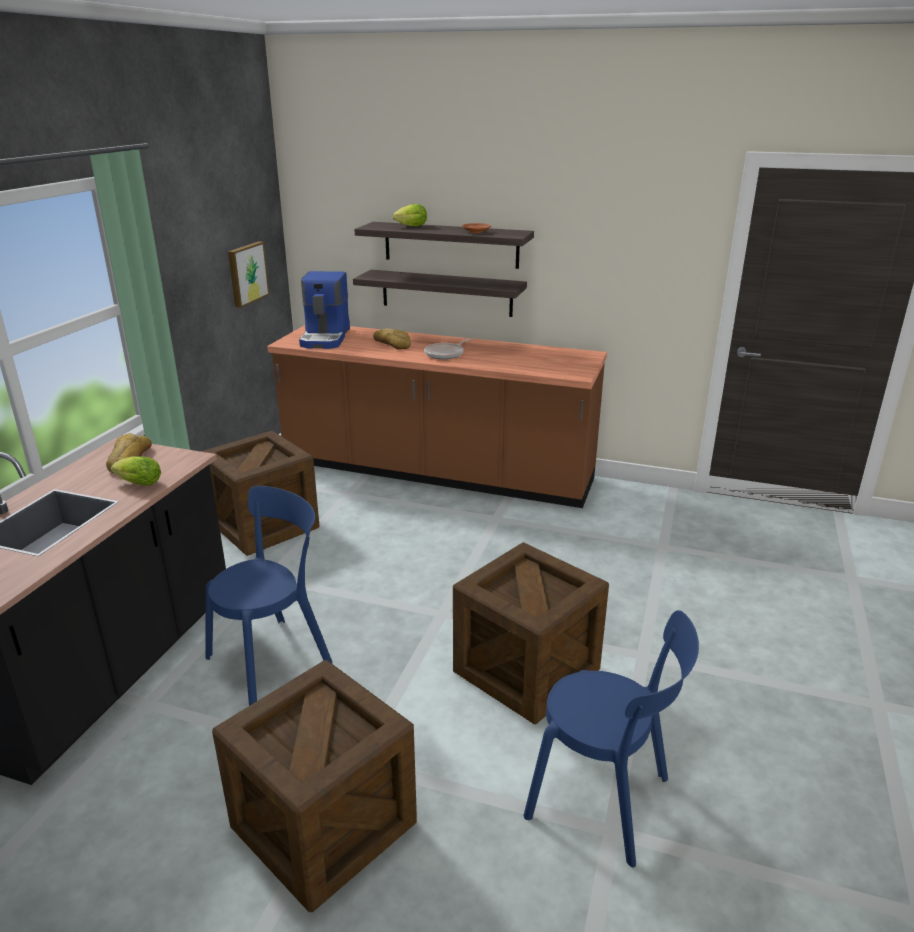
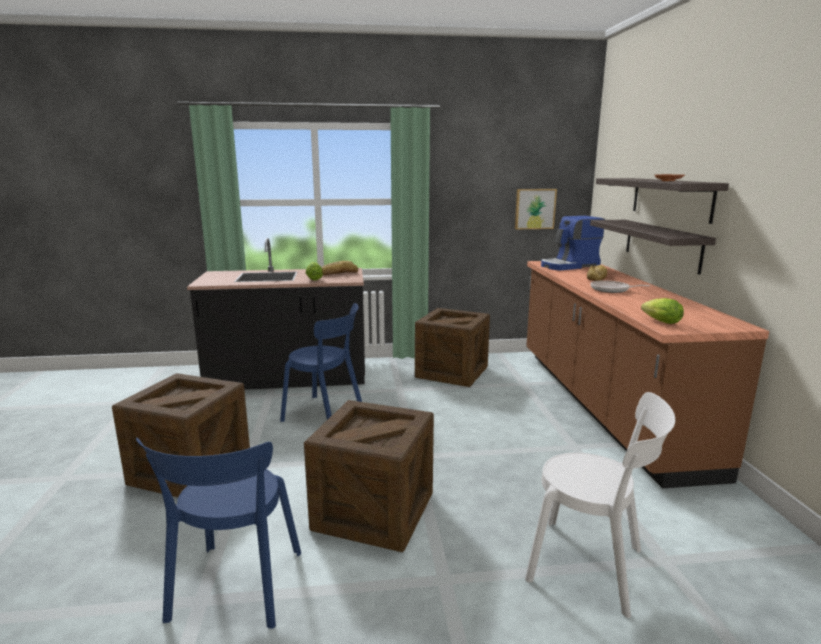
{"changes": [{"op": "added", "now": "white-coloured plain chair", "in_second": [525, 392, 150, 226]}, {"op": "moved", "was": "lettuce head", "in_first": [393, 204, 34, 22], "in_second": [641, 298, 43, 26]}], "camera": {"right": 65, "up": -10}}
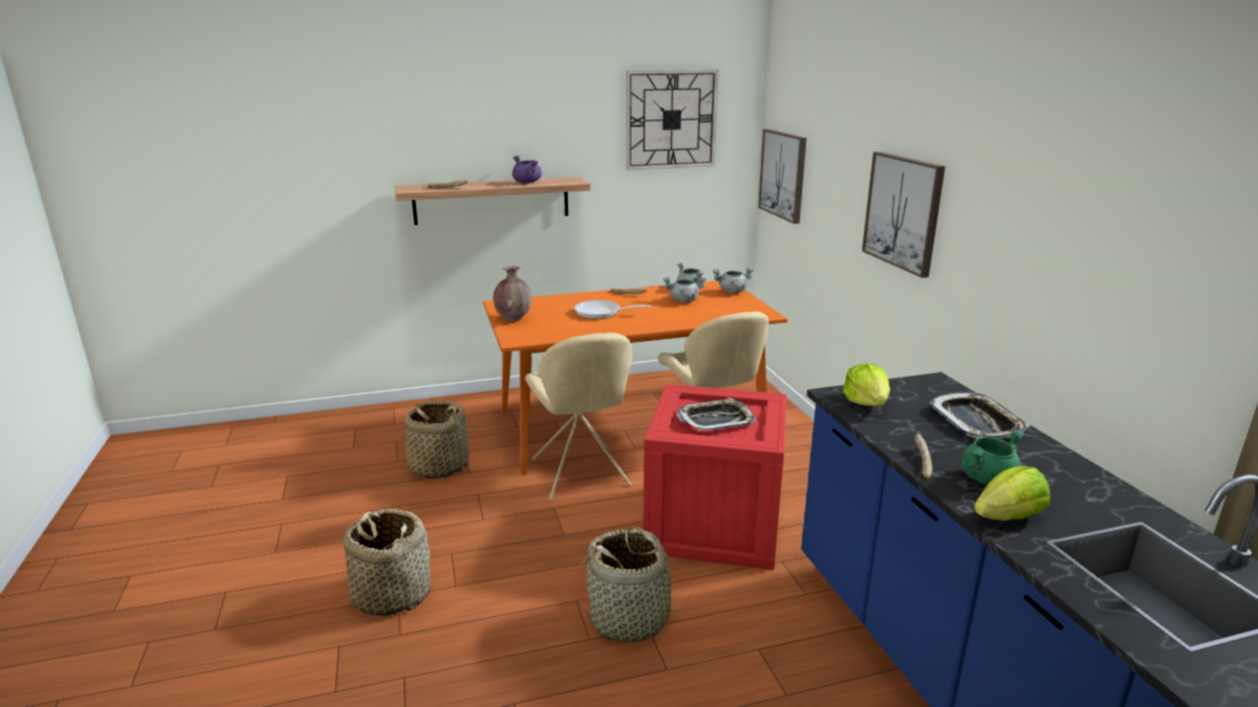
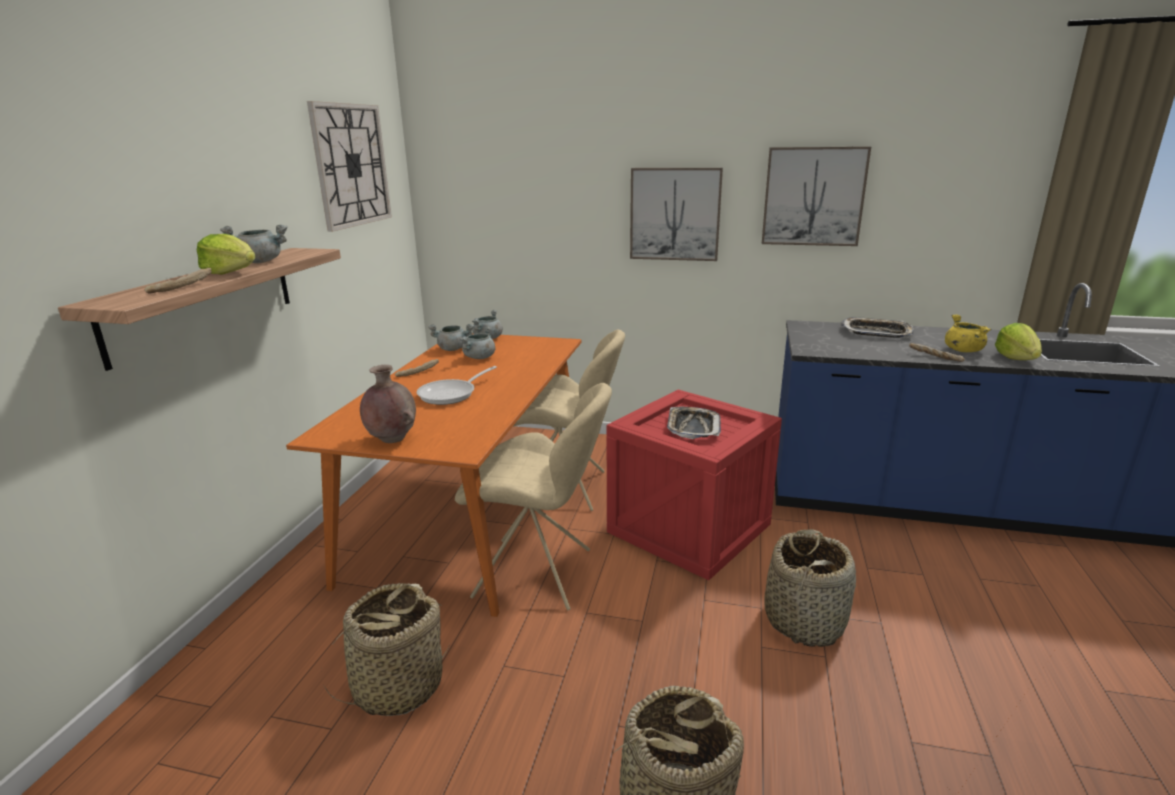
{"changes": [{"op": "moved", "was": "lettuce head", "in_first": [843, 363, 47, 43], "in_second": [197, 234, 59, 41]}, {"op": "recoloured", "was": "purple-coloured cooking pot", "now": "greyish cooking pot", "in_first": [512, 156, 30, 27], "in_second": [220, 225, 68, 38]}, {"op": "moved", "was": "wall art", "in_first": [758, 129, 48, 95], "in_second": [762, 146, 109, 100]}, {"op": "recoloured", "was": "green cooking pot", "now": "yellowish cooking pot", "in_first": [960, 429, 64, 56], "in_second": [945, 314, 46, 38]}], "camera": {"right": -60, "up": 0}}
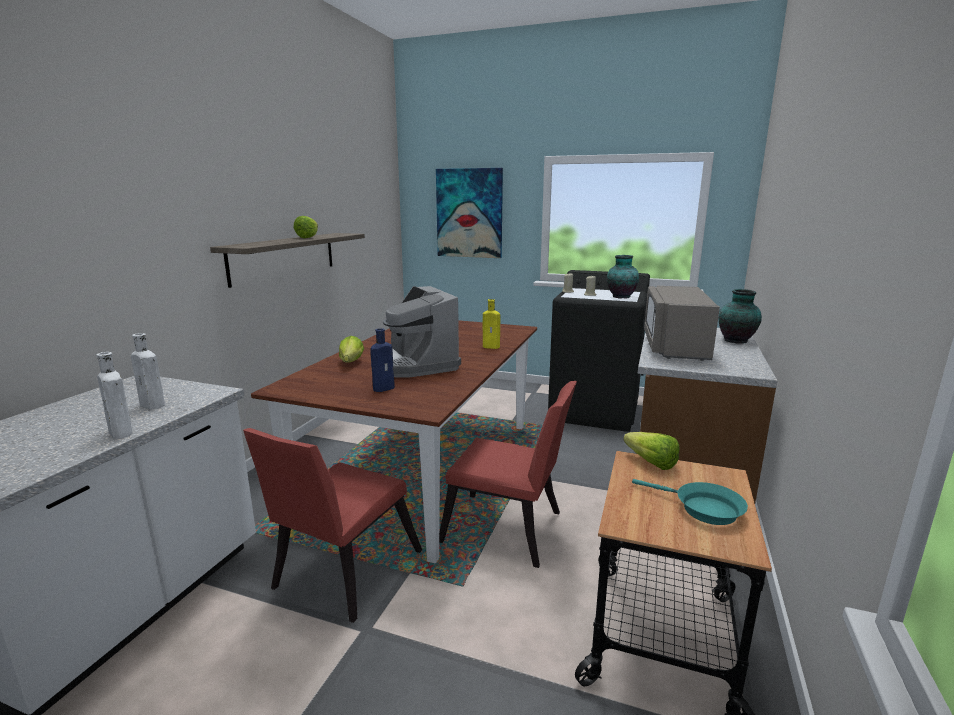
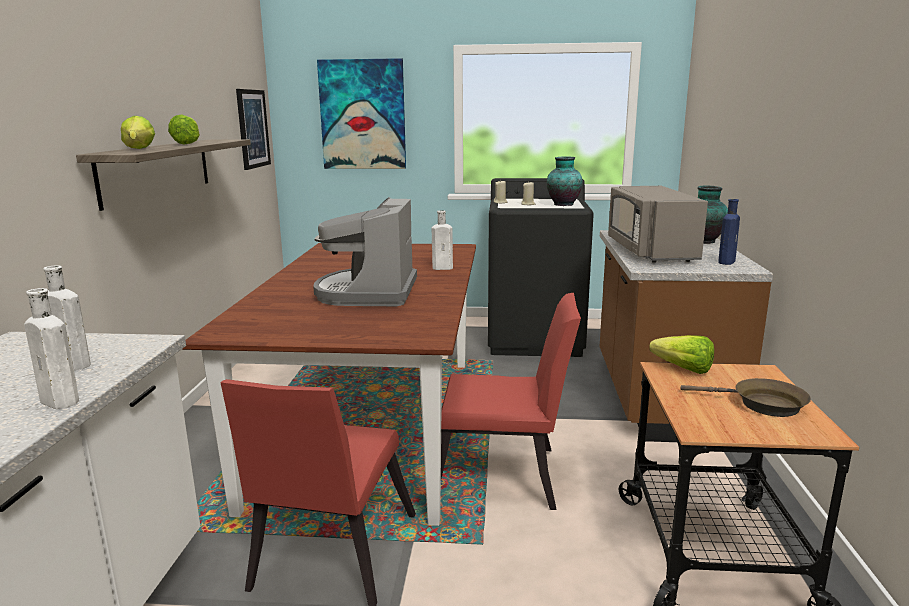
{"changes": [{"op": "moved", "was": "lettuce head", "in_first": [339, 336, 25, 26], "in_second": [121, 116, 34, 33]}, {"op": "added", "now": "wall art", "in_second": [236, 89, 35, 81]}, {"op": "turned", "was": "coffee brewer", "in_first": [383, 286, 78, 91], "in_second": [313, 197, 104, 109], "clockwise": 45}, {"op": "recoloured", "was": "yellowish beverage bottle", "now": "white-coloured beverage bottle", "in_first": [483, 299, 17, 50], "in_second": [432, 210, 21, 60]}, {"op": "recoloured", "was": "turquoise pan", "now": "brownish pan", "in_first": [632, 479, 116, 46], "in_second": [681, 378, 130, 39]}, {"op": "moved", "was": "bluish beverage bottle", "in_first": [370, 328, 25, 64], "in_second": [718, 199, 22, 66]}], "camera": {"right": -15, "up": 0}}
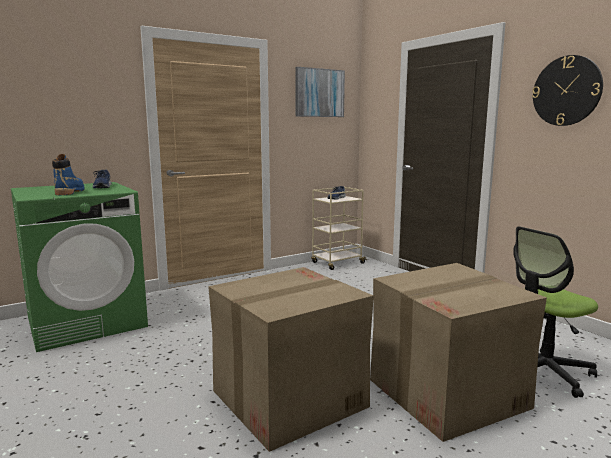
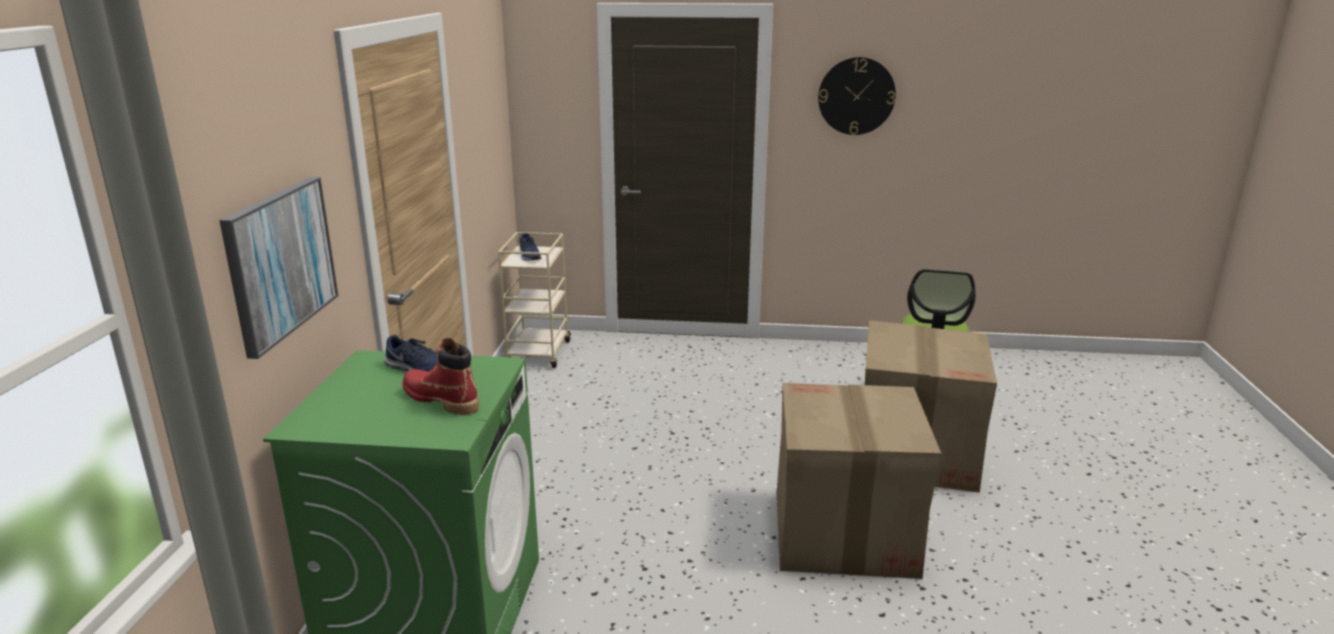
{"changes": [{"op": "moved", "was": "wall art", "in_first": [295, 67, 50, 50], "in_second": [219, 177, 119, 182]}, {"op": "recoloured", "was": "bluish high-top boot", "now": "red-coloured high-top boot", "in_first": [52, 154, 33, 41], "in_second": [402, 338, 77, 77]}], "camera": {"right": -50, "up": 10}}
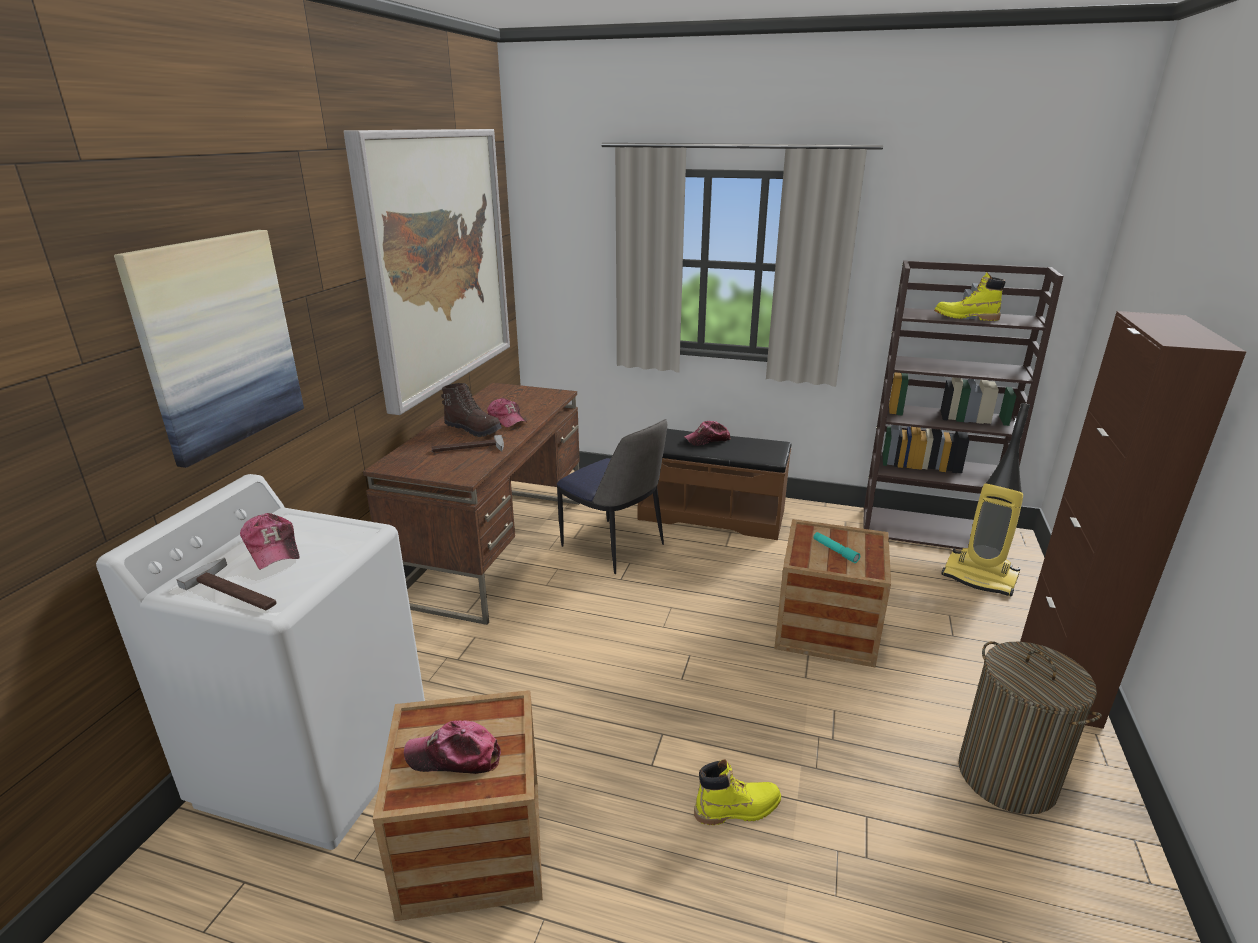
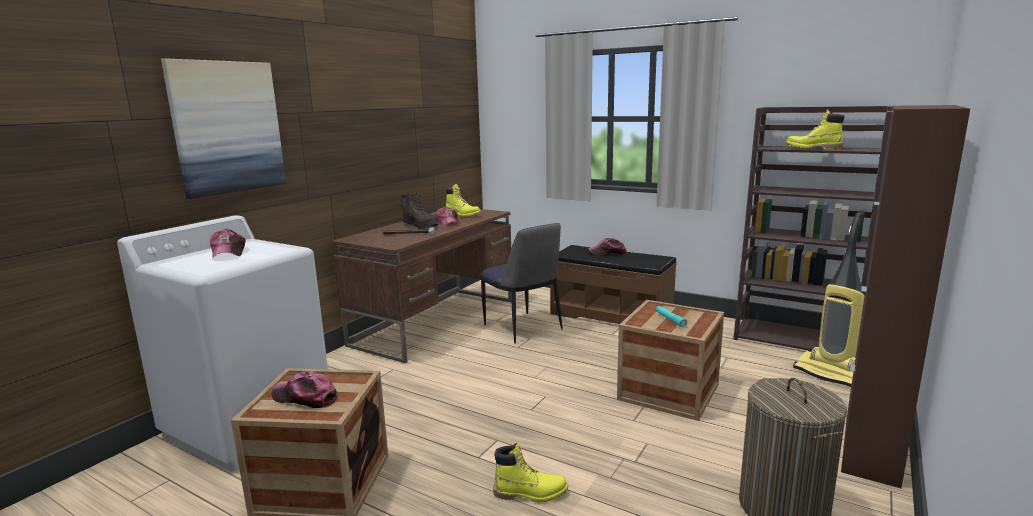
{"changes": [{"op": "added", "now": "yellowish high-top boot", "in_second": [446, 184, 35, 33]}, {"op": "removed", "was": "tool hammer", "in_first": [176, 558, 101, 52]}, {"op": "removed", "was": "wall art", "in_first": [343, 129, 167, 286]}], "camera": {"right": 15, "up": -10}}
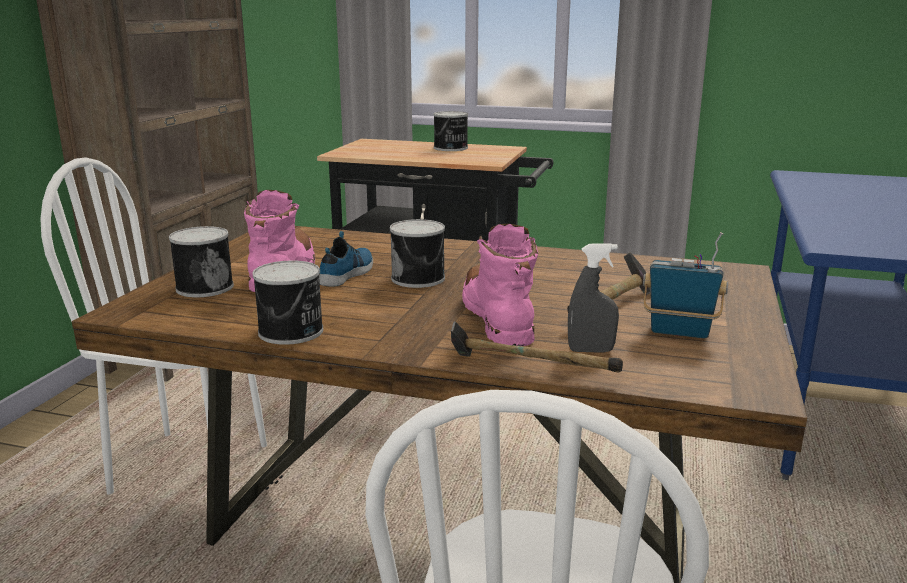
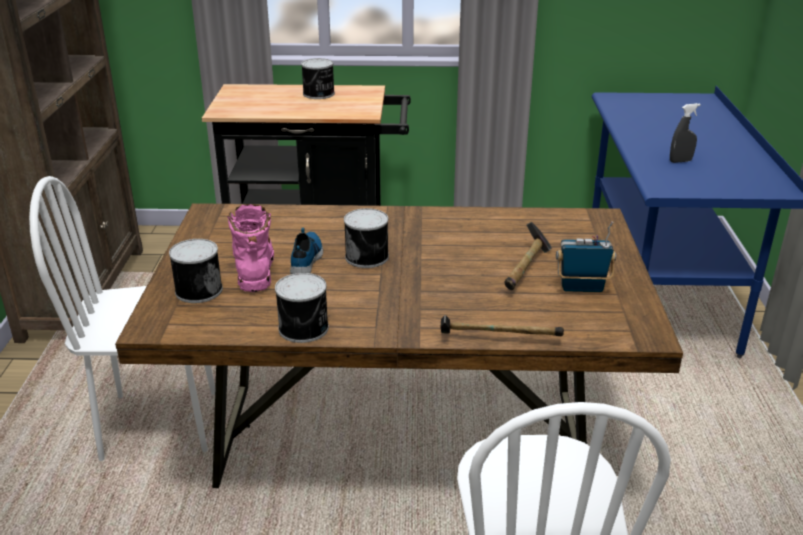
{"changes": [{"op": "moved", "was": "greyish sprayer", "in_first": [568, 243, 51, 110], "in_second": [670, 103, 31, 60]}, {"op": "removed", "was": "pink-coloured high-top boot", "in_first": [462, 224, 76, 122]}], "camera": {"right": -15, "up": 10}}
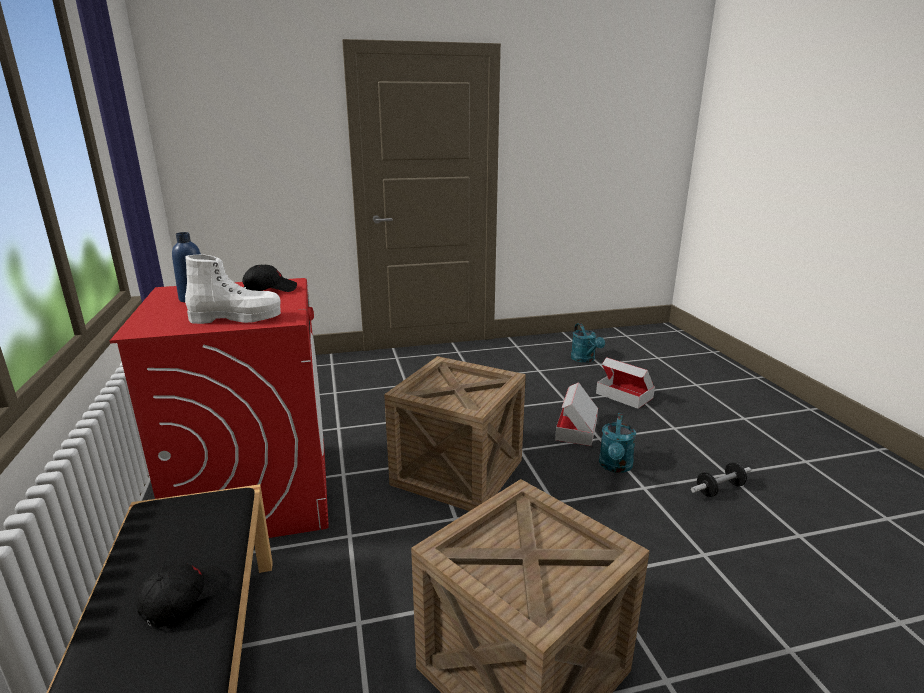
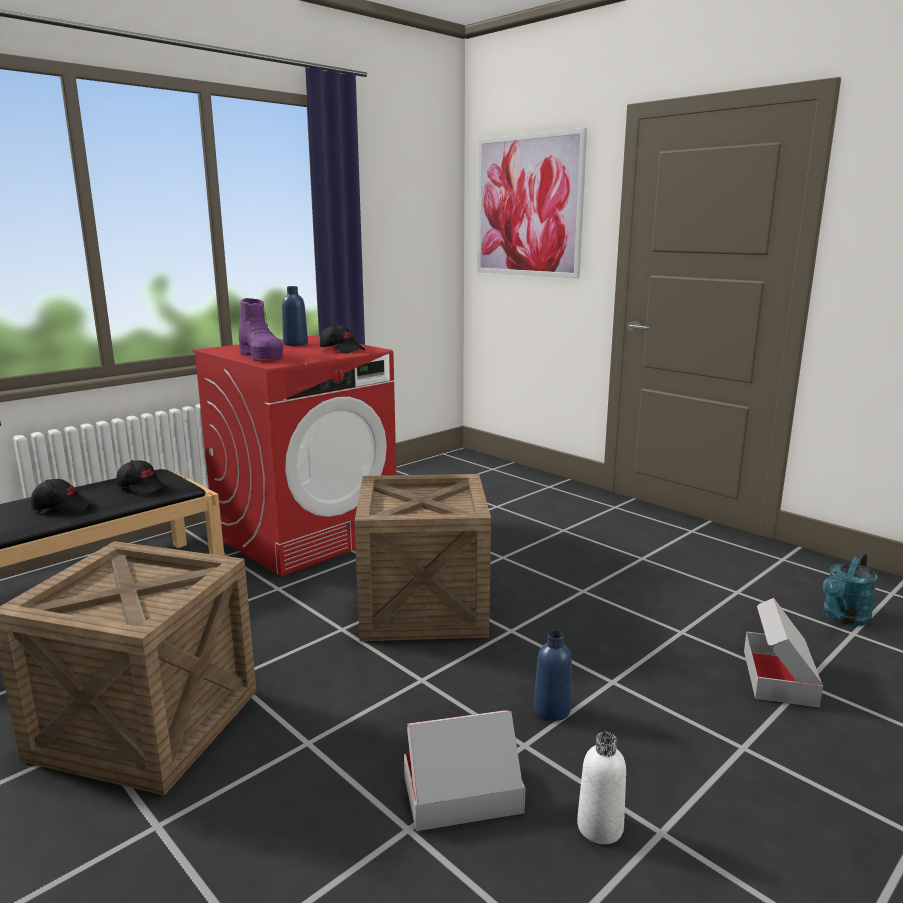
{"changes": [{"op": "added", "now": "black-coloured baseball cap", "in_second": [117, 460, 50, 36]}, {"op": "recoloured", "was": "white-coloured high-top boot", "now": "purple-coloured high-top boot", "in_first": [185, 254, 96, 70], "in_second": [239, 298, 44, 62]}, {"op": "moved", "was": "packing box", "in_first": [555, 382, 43, 64], "in_second": [404, 710, 122, 121]}, {"op": "added", "now": "wall art", "in_second": [477, 128, 110, 151]}, {"op": "replaced", "was": "turquoise watering can", "now": "bluish beverage bottle", "in_first": [599, 413, 37, 60], "in_second": [534, 631, 38, 90]}, {"op": "replaced", "was": "free weight", "now": "white-coloured beverage bottle", "in_first": [691, 463, 60, 34], "in_second": [577, 732, 49, 112]}], "camera": {"right": 60, "up": -5}}
